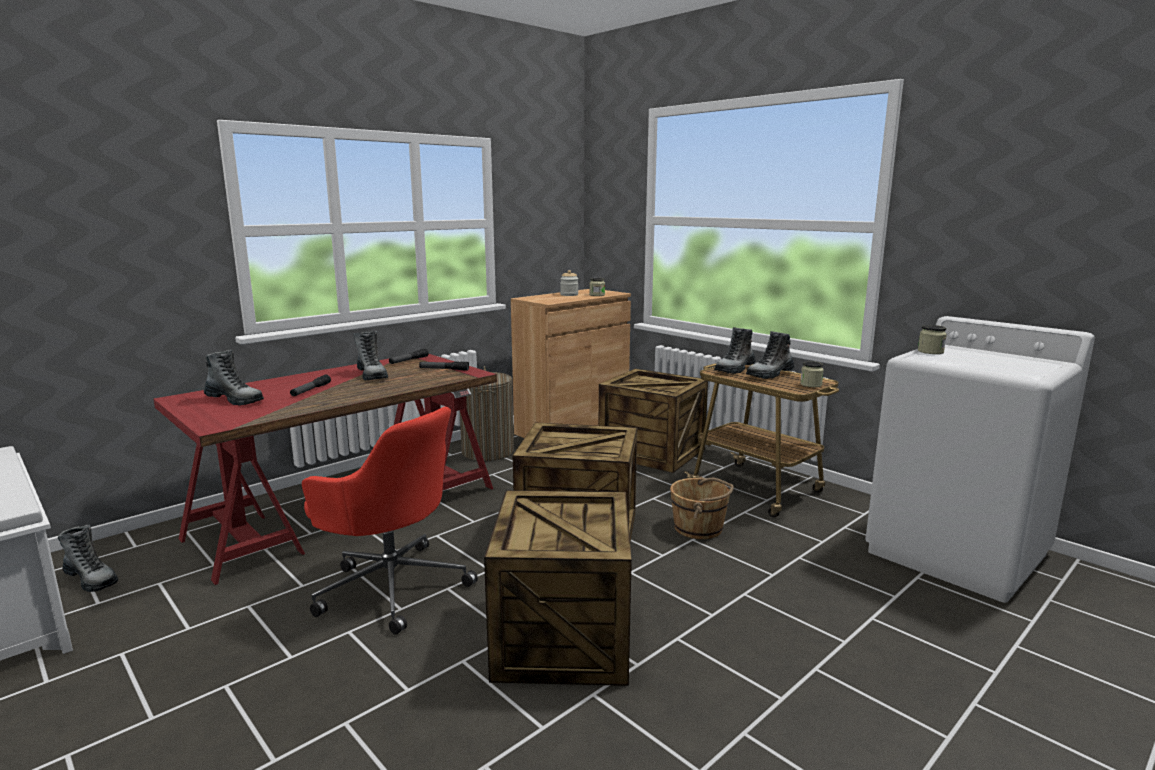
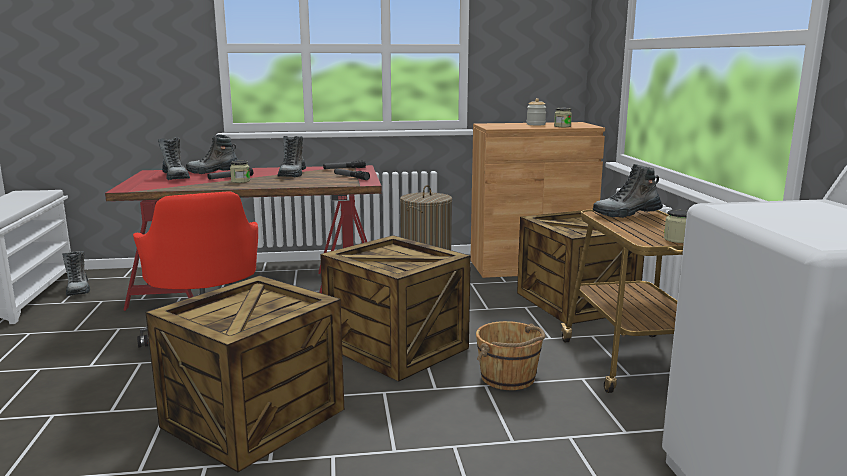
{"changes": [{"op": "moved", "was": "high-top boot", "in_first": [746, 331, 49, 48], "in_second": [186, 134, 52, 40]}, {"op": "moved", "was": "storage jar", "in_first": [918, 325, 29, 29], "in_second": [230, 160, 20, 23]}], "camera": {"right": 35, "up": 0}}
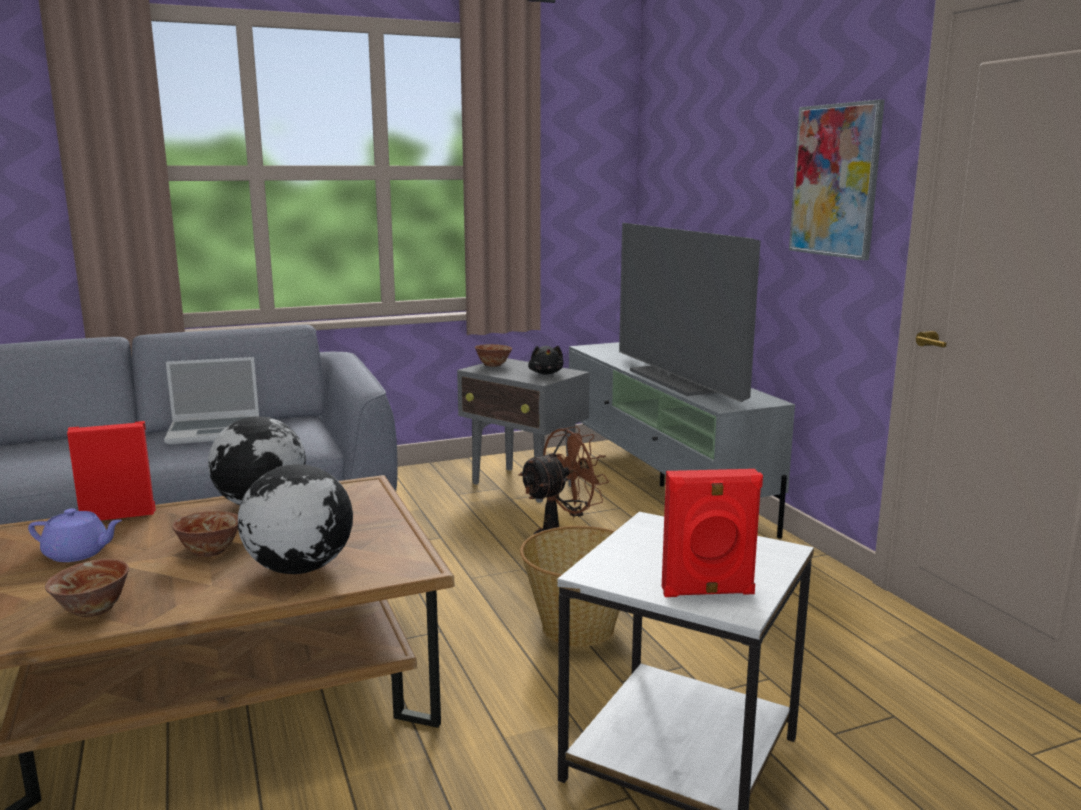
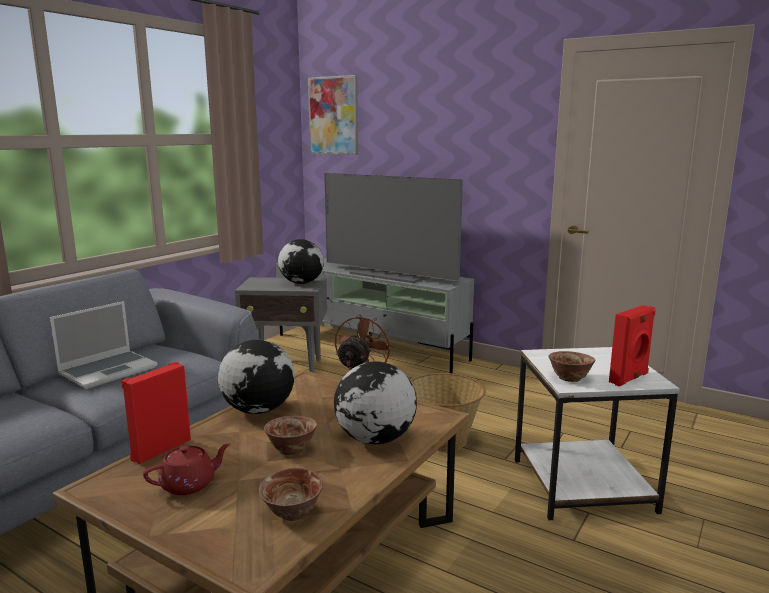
{"changes": [{"op": "recoloured", "was": "purple-coloured pot for tea", "now": "red-coloured pot for tea", "in_first": [28, 508, 94, 54], "in_second": [143, 443, 87, 52]}, {"op": "replaced", "was": "black-coloured cuddly toy", "now": "globe", "in_first": [528, 346, 36, 28], "in_second": [278, 239, 46, 45]}, {"op": "moved", "was": "wall art", "in_first": [789, 99, 96, 161], "in_second": [308, 75, 50, 80]}, {"op": "moved", "was": "serving bowl", "in_first": [475, 344, 37, 23], "in_second": [549, 351, 46, 31]}], "camera": {"right": -35, "up": 0}}
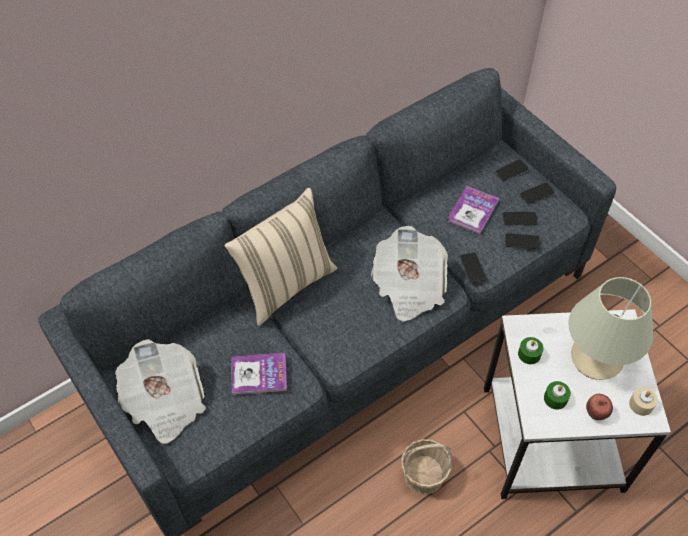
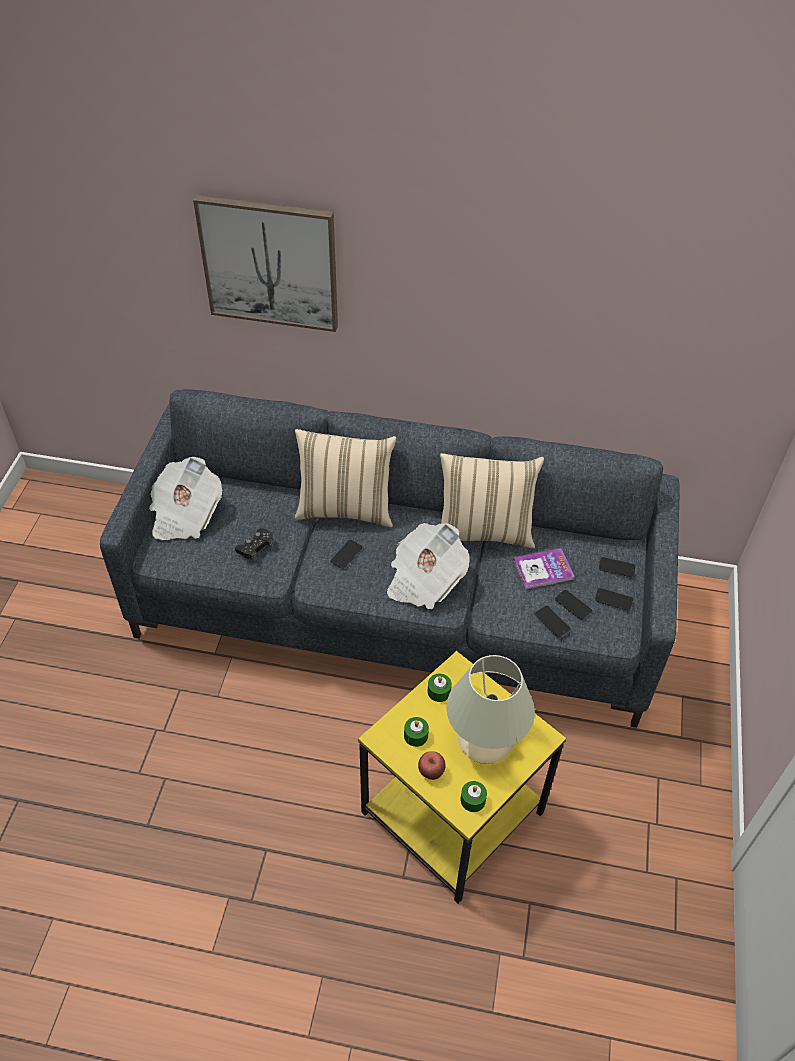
{"changes": [{"op": "added", "now": "wall art", "in_second": [193, 195, 145, 137]}, {"op": "replaced", "was": "book", "now": "black-coloured joypad", "in_first": [231, 353, 56, 42], "in_second": [235, 528, 40, 34]}, {"op": "moved", "was": "phone", "in_first": [460, 252, 26, 31], "in_second": [330, 540, 32, 29]}, {"op": "recoloured", "was": "white-coloured end table", "now": "yellowish end table", "in_first": [484, 309, 187, 190], "in_second": [358, 651, 208, 253]}, {"op": "added", "now": "sand-coloured cushion", "in_second": [440, 453, 104, 95]}, {"op": "recoloured", "was": "sand-coloured wax light", "now": "green wax light", "in_first": [629, 387, 29, 29], "in_second": [460, 781, 27, 31]}, {"op": "removed", "was": "storage basket", "in_first": [401, 439, 51, 56]}], "camera": {"right": 45, "up": -5}}
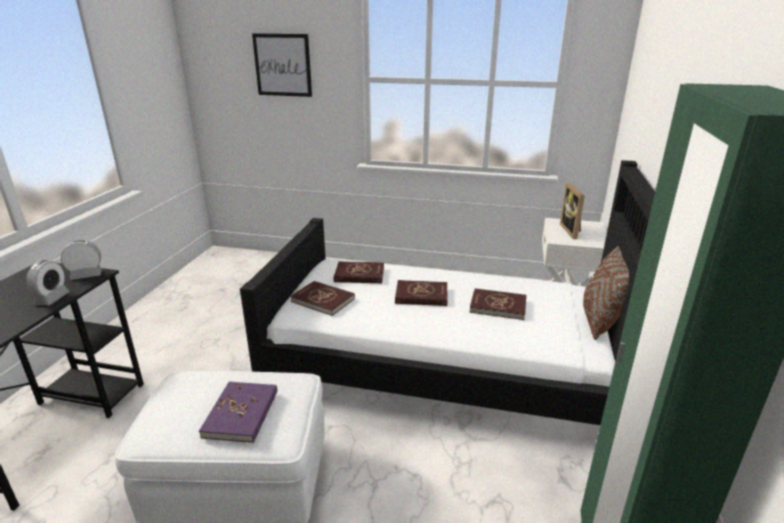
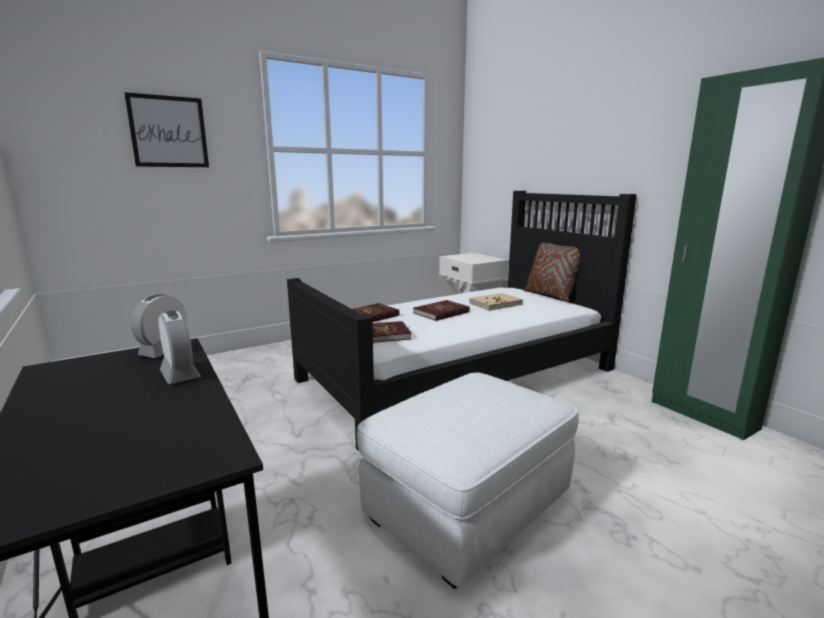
{"changes": [{"op": "recoloured", "was": "red-coloured book", "now": "sand-coloured book", "in_first": [469, 288, 57, 32], "in_second": [469, 293, 54, 18]}, {"op": "removed", "was": "purple-coloured book", "in_first": [199, 382, 78, 61]}, {"op": "removed", "was": "standing frame", "in_first": [560, 183, 25, 56]}], "camera": {"right": -45, "up": -10}}
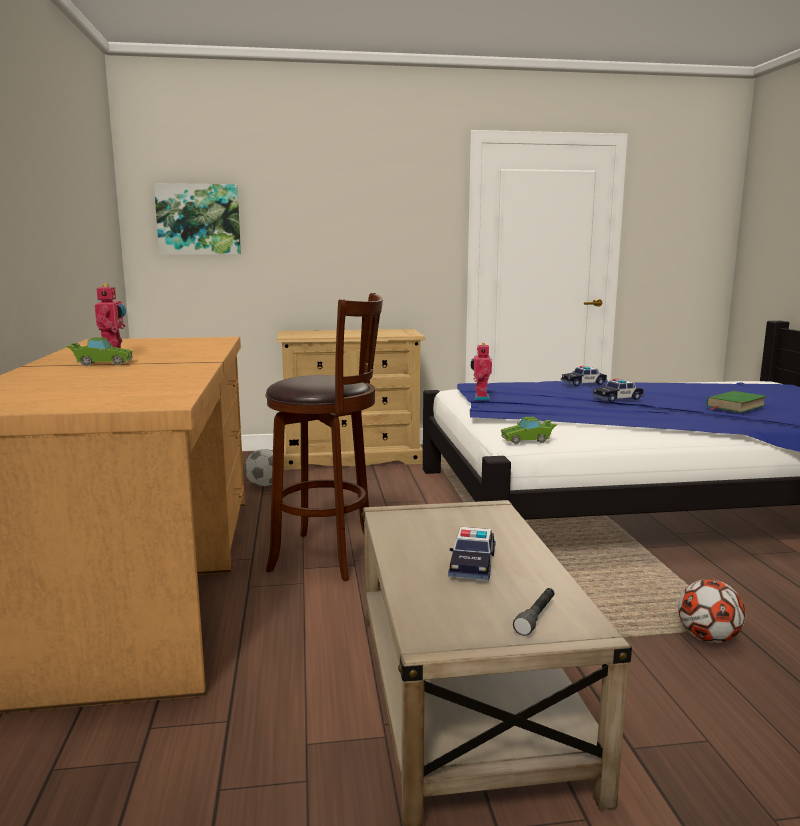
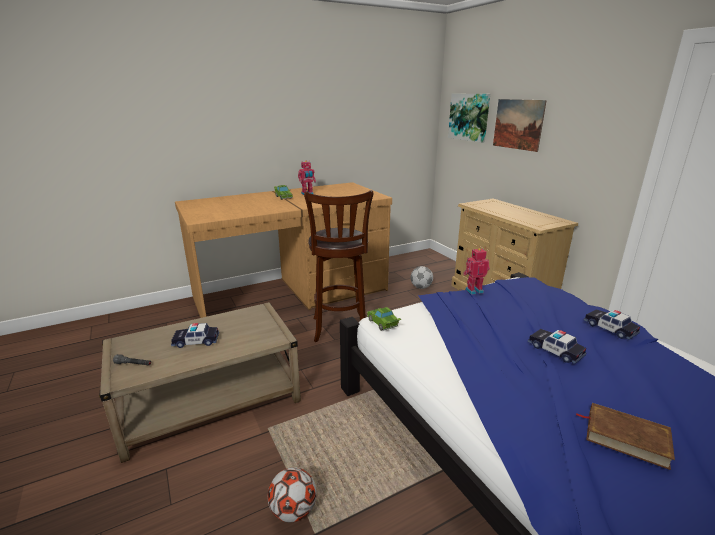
{"changes": [{"op": "added", "now": "wall art", "in_second": [493, 99, 54, 53]}, {"op": "recoloured", "was": "green book", "now": "brownish book", "in_first": [707, 391, 60, 22], "in_second": [575, 403, 100, 67]}], "camera": {"right": 70, "up": 10}}
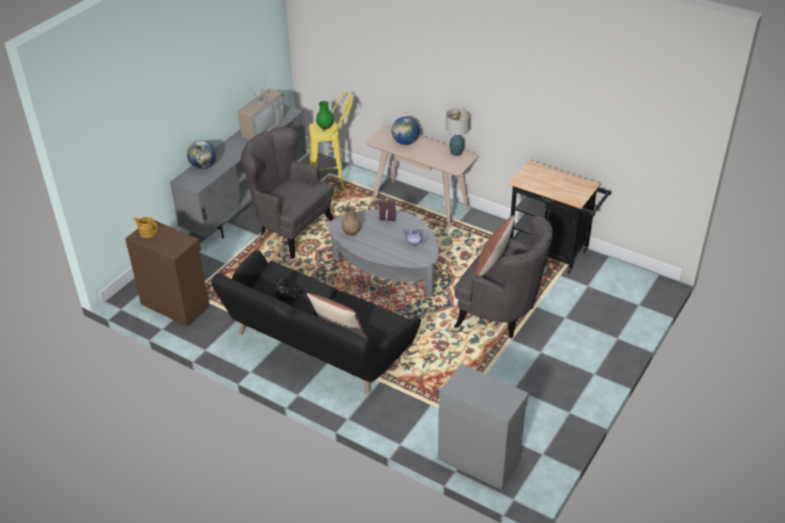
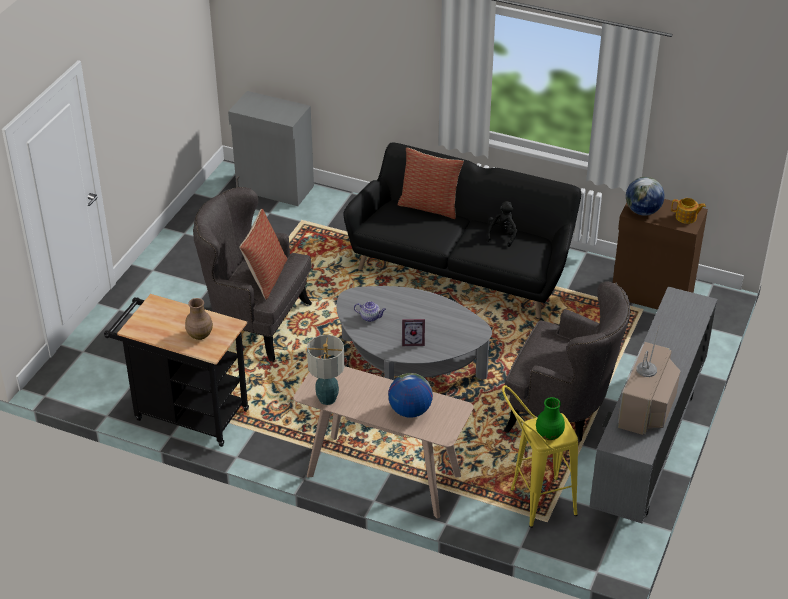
{"changes": [{"op": "moved", "was": "brownish flower vase", "in_first": [342, 206, 19, 30], "in_second": [185, 298, 28, 42]}, {"op": "moved", "was": "globe", "in_first": [187, 140, 29, 29], "in_second": [626, 177, 39, 38]}], "camera": {"right": 170, "up": 0}}
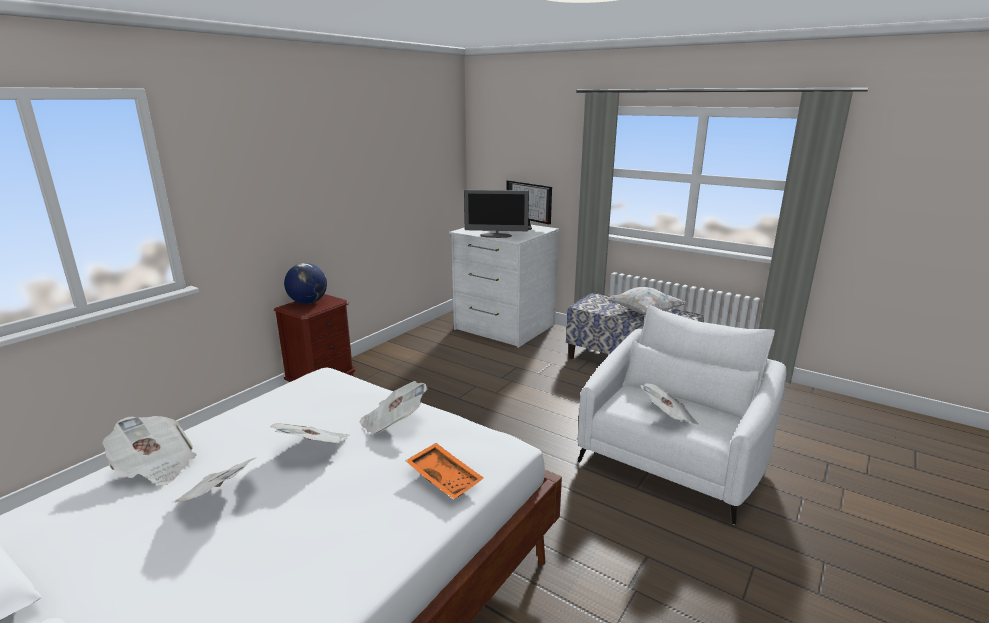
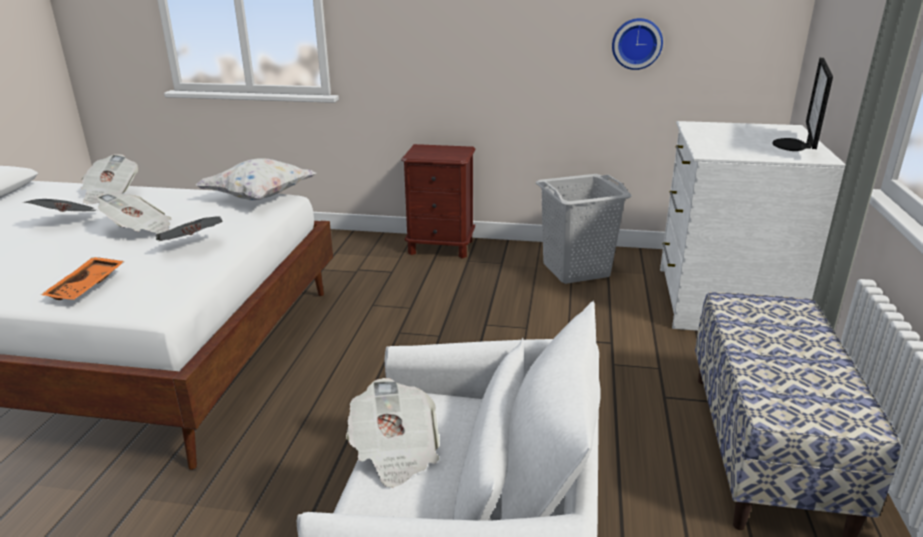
{"changes": [{"op": "moved", "was": "white-coloured cushion", "in_first": [607, 287, 80, 27], "in_second": [196, 158, 120, 42]}, {"op": "added", "now": "greyish laundry basket", "in_second": [536, 174, 96, 110]}, {"op": "added", "now": "wall clock", "in_second": [612, 18, 51, 52]}, {"op": "removed", "was": "globe", "in_first": [284, 263, 43, 41]}, {"op": "removed", "was": "monitor", "in_first": [464, 190, 65, 48]}], "camera": {"right": 65, "up": 5}}
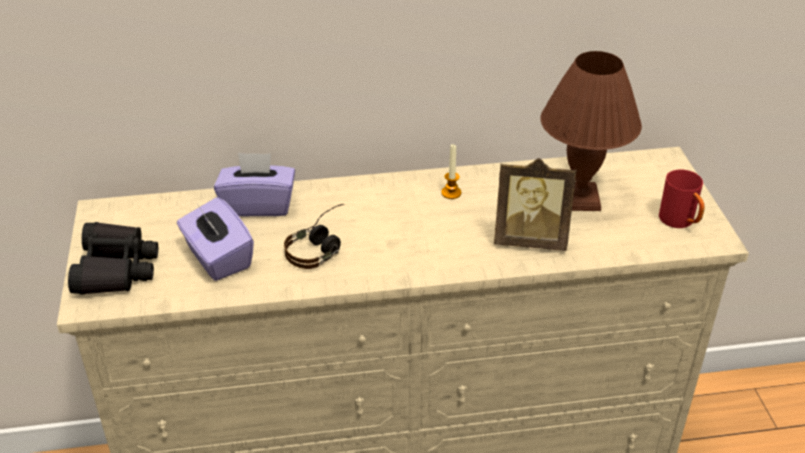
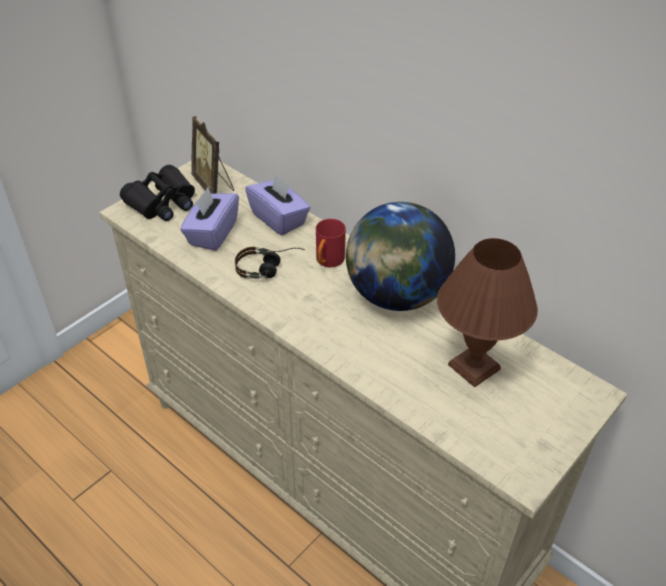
{"changes": [{"op": "moved", "was": "standing frame", "in_first": [494, 158, 83, 93], "in_second": [191, 116, 43, 78]}, {"op": "moved", "was": "red-coloured mug", "in_first": [659, 169, 46, 59], "in_second": [316, 219, 30, 48]}, {"op": "replaced", "was": "wax light", "now": "globe", "in_first": [441, 144, 20, 55], "in_second": [346, 202, 109, 109]}], "camera": {"right": 50, "up": 5}}
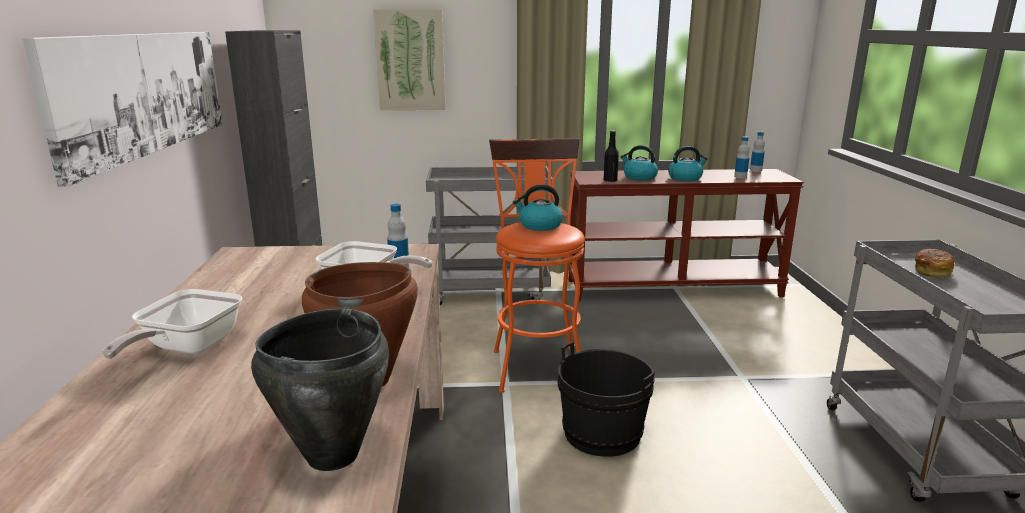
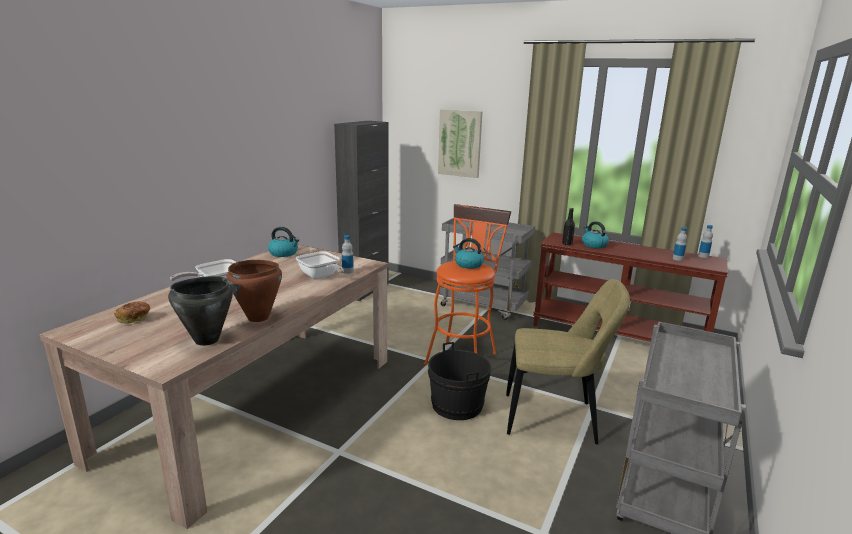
{"changes": [{"op": "moved", "was": "bakery bread", "in_first": [915, 249, 40, 29], "in_second": [114, 302, 36, 22]}, {"op": "moved", "was": "tea kettle", "in_first": [668, 146, 39, 35], "in_second": [268, 227, 31, 30]}, {"op": "added", "now": "sand-coloured plain chair", "in_second": [506, 279, 124, 166]}, {"op": "removed", "was": "wall art", "in_first": [22, 32, 201, 155]}], "camera": {"right": 30, "up": 0}}
